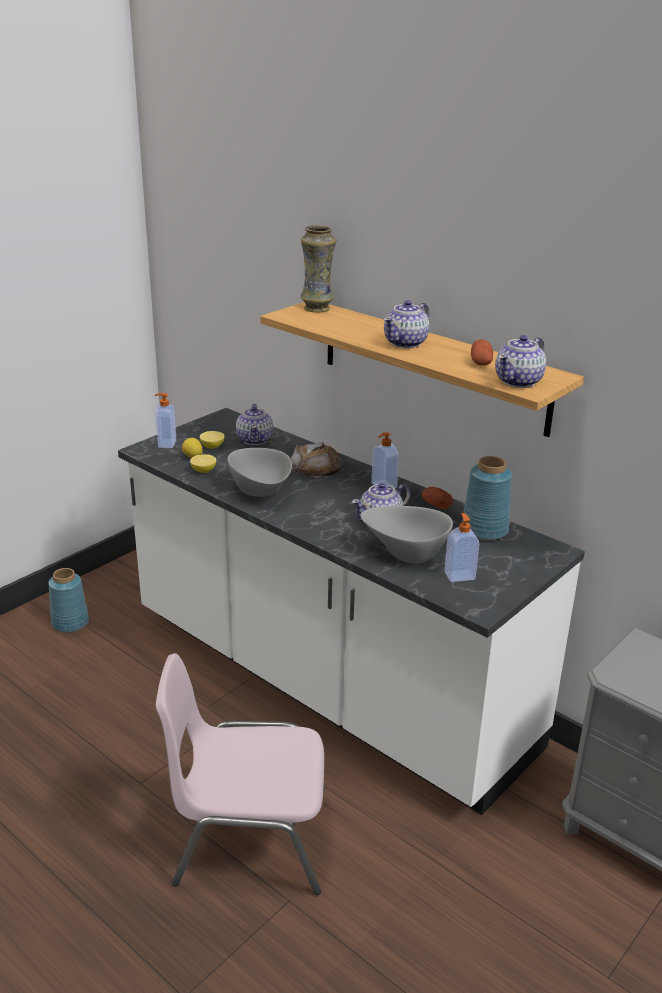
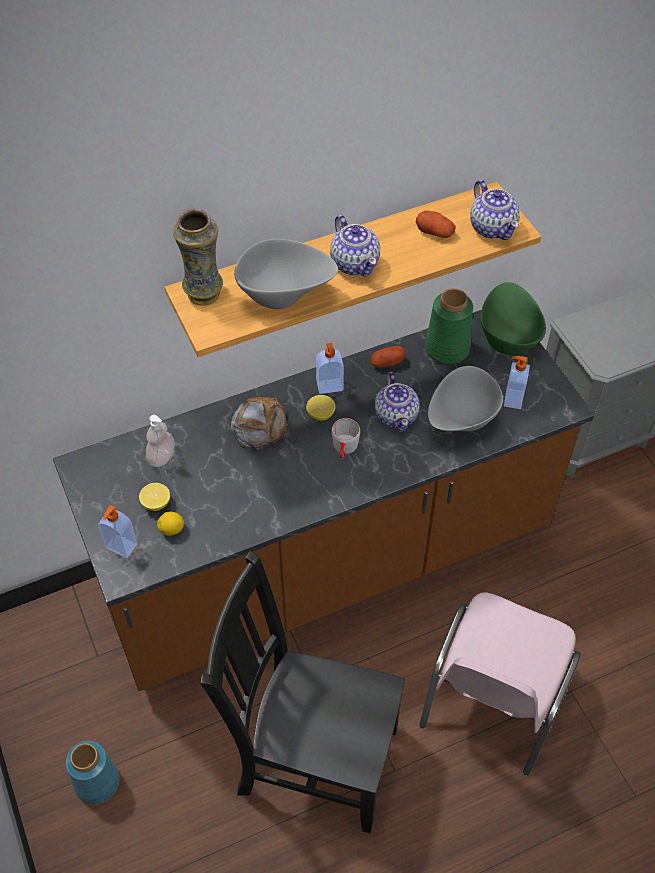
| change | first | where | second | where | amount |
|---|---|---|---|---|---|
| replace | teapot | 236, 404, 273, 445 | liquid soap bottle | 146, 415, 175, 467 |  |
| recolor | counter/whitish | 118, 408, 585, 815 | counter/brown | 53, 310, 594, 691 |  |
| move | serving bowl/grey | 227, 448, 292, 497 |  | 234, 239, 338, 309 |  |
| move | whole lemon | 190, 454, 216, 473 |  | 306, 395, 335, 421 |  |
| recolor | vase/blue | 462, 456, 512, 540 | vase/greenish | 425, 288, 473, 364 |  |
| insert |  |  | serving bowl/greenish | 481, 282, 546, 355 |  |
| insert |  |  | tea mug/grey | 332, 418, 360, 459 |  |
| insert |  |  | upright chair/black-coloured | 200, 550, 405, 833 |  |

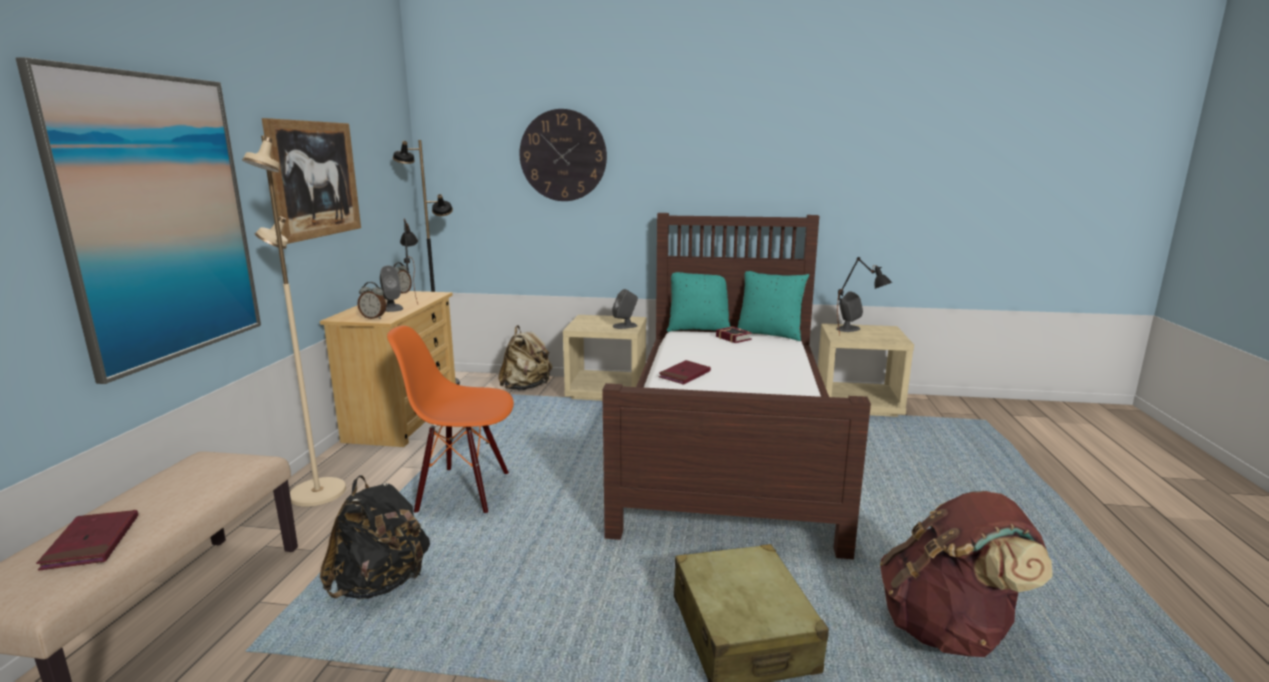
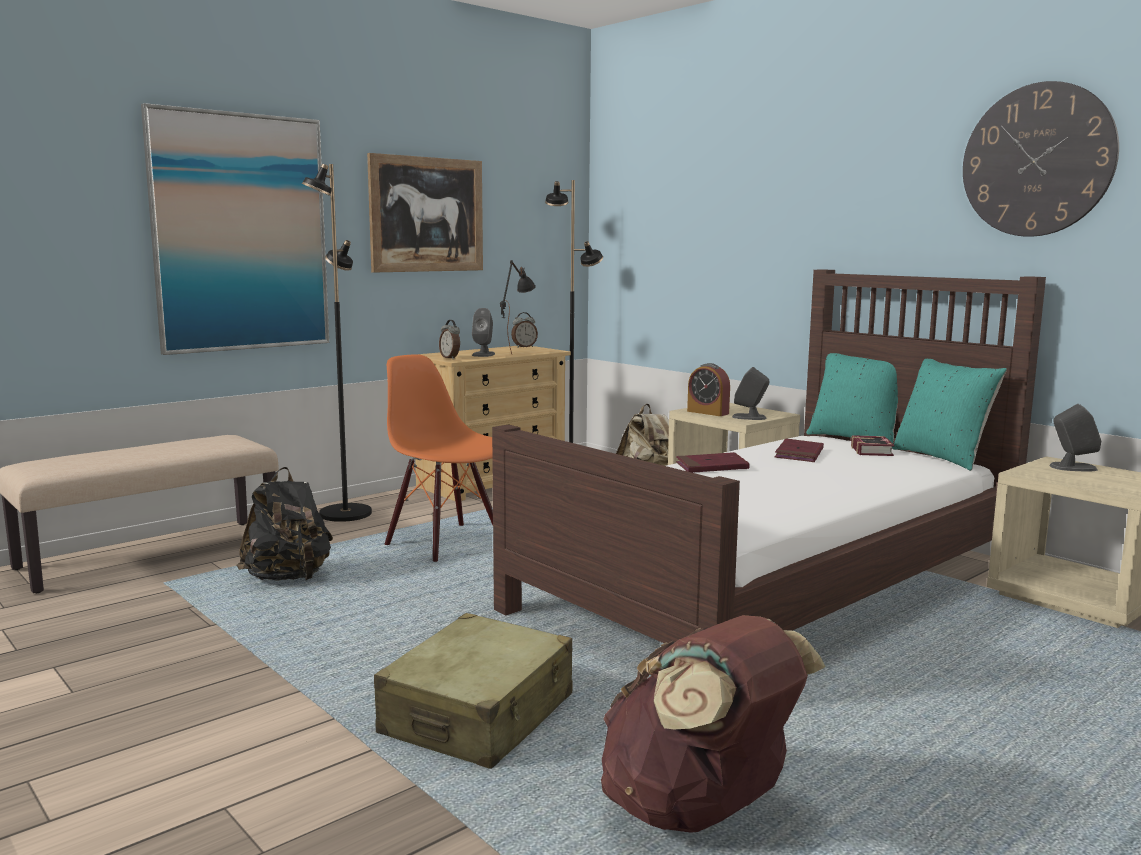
| change | first | where | second | where | amount |
|---|---|---|---|---|---|
| move | clock on the wall | 519, 109, 607, 201 |  | 963, 81, 1119, 237 |  |
| recolor | floor lamp/beige-coloured | 242, 136, 346, 507 | floor lamp/black-coloured | 301, 164, 372, 522 |  |
| delete | lamp for a table/black-coloured | 837, 257, 892, 336 |  |  |  |
| move | bound book/reddish | 36, 510, 138, 571 |  | 775, 439, 824, 462 |  |
| insert |  |  | bedside clock | 687, 363, 730, 416 |  |

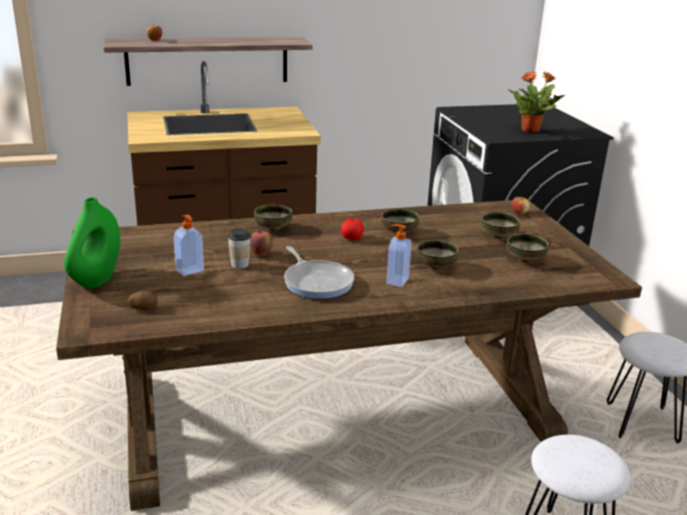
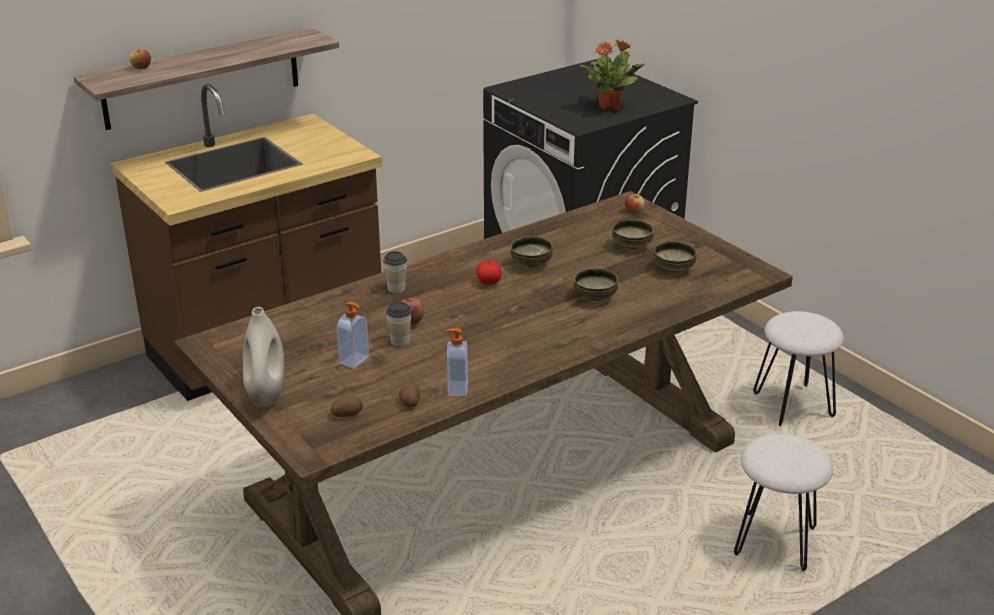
| change | first | where | second | where | amount |
|---|---|---|---|---|---|
| recolor | vase/greenish | 64, 197, 120, 288 | vase/whitish | 243, 307, 284, 407 |  |
| replace | serving bowl | 254, 205, 292, 231 | cup | 383, 251, 407, 293 |  |
| move | liquid soap bottle | 386, 224, 412, 287 |  | 445, 328, 468, 396 |  |
| delete | frying pan | 284, 246, 354, 299 |  |  |  |
| insert |  |  | whole potato | 399, 382, 420, 407 |  |

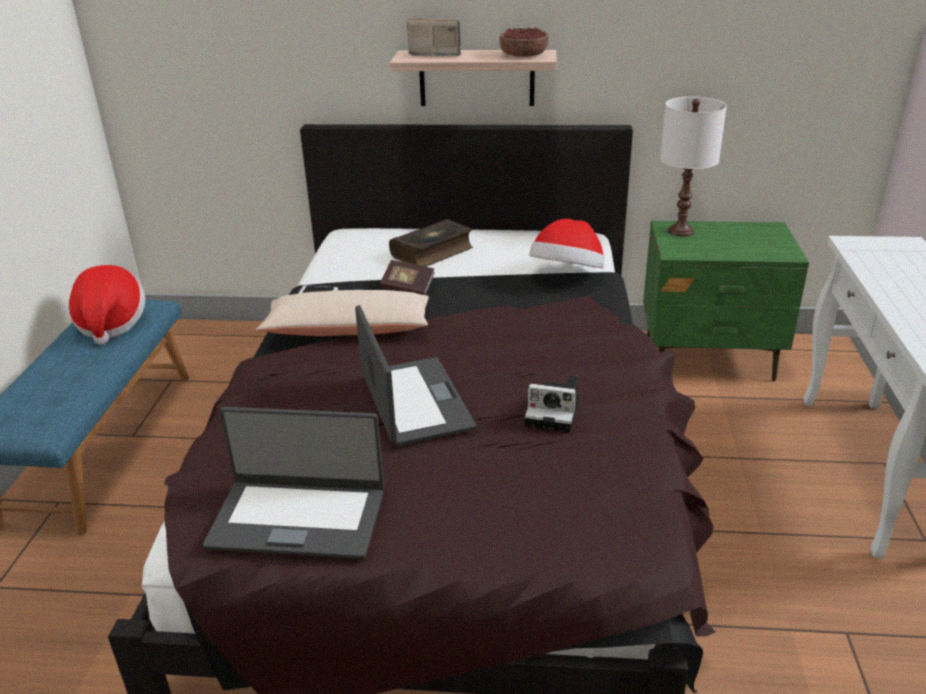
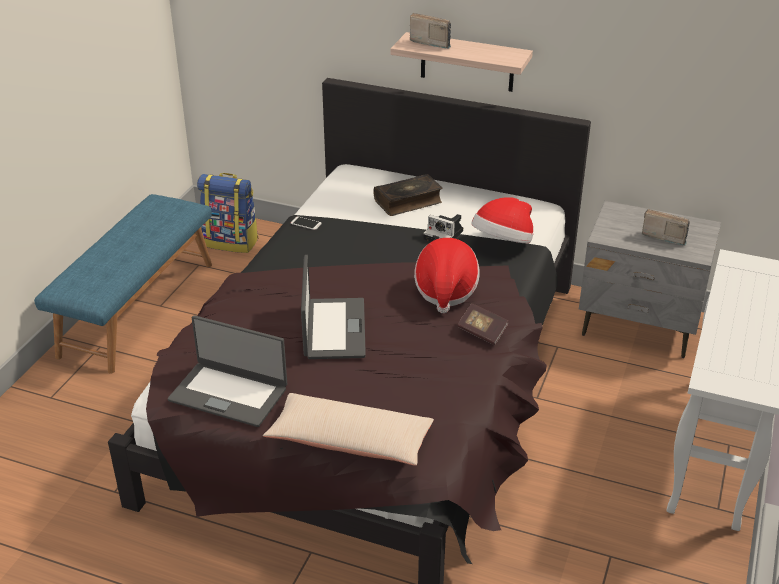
| change | first | where | second | where | amount |
|---|---|---|---|---|---|
| delete | serving bowl | 500, 27, 548, 57 |  |  |  |
| delete | lamp for a table/whitish | 660, 97, 727, 236 |  |  |  |
| recolor | nightstand/greenish | 643, 221, 809, 381 | nightstand/grey | 579, 201, 721, 358 |  |
| move | bound book | 380, 260, 435, 295 |  | 457, 303, 509, 345 |  |
| move | wearable hat | 68, 265, 145, 344 |  | 414, 238, 480, 313 |  |
| move | throw pillow/beige-coloured | 256, 290, 429, 336 |  | 263, 393, 434, 466 |  |
| move | photo camera | 525, 375, 579, 433 |  | 423, 214, 463, 242 |  |
| insert |  |  | backpack | 197, 173, 259, 253 |  |
| insert |  |  | radio receiver | 642, 209, 690, 246 |  |

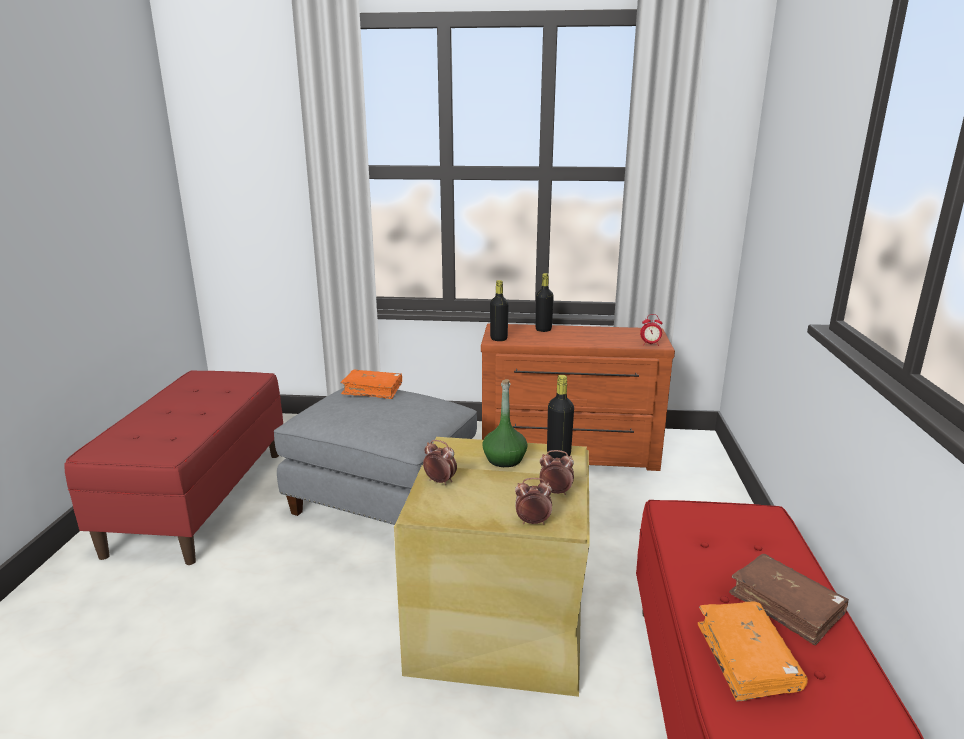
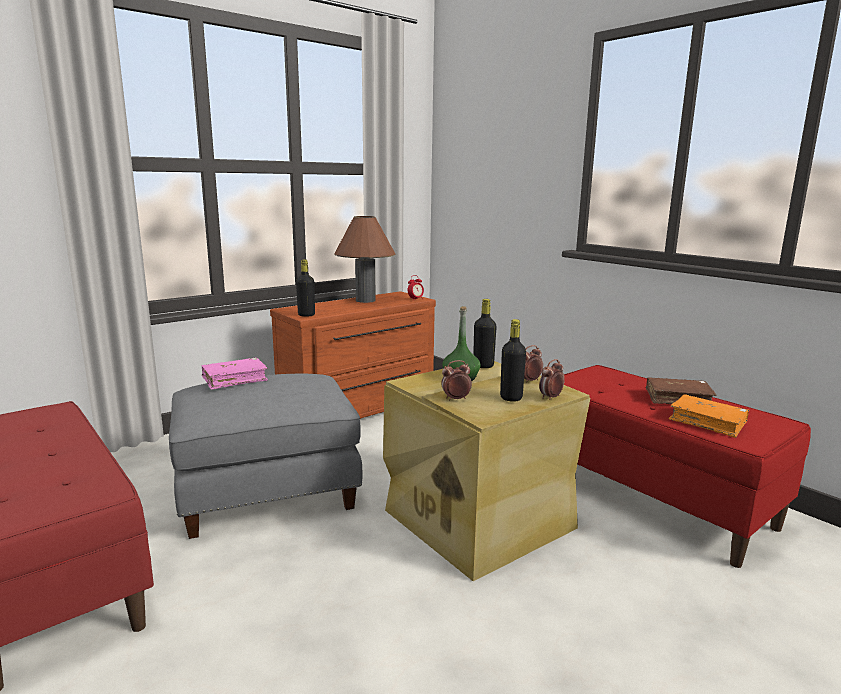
| change | first | where | second | where | amount |
|---|---|---|---|---|---|
| move | drink bottle/black-coloured | 536, 273, 554, 332 |  | 500, 319, 526, 402 |  |
| recolor | bound book/orange-coloured | 341, 370, 402, 399 | bound book/pink-coloured | 202, 357, 268, 390 |  |
| insert |  |  | lamp for a table/brown | 335, 216, 395, 303 |  |

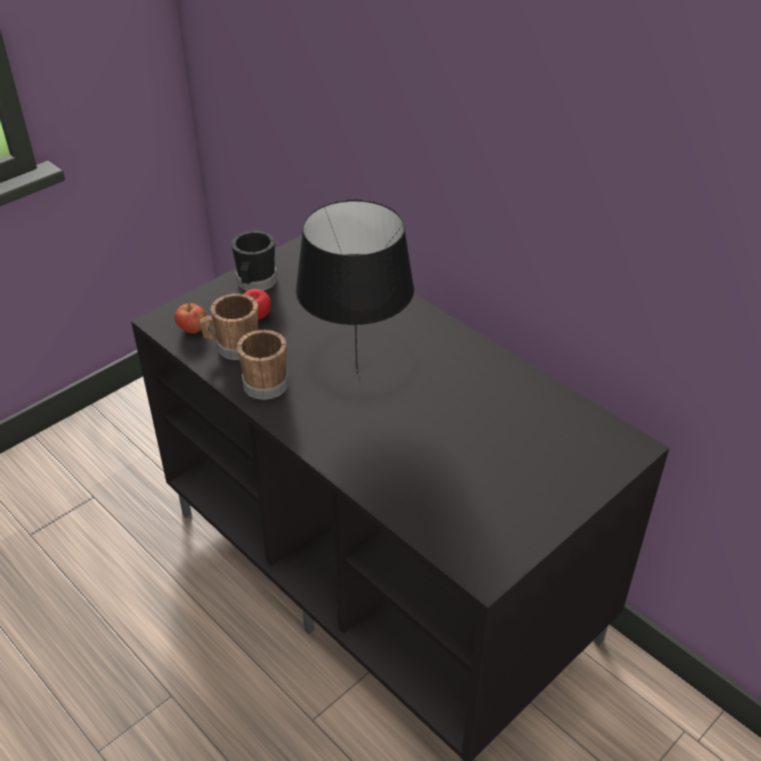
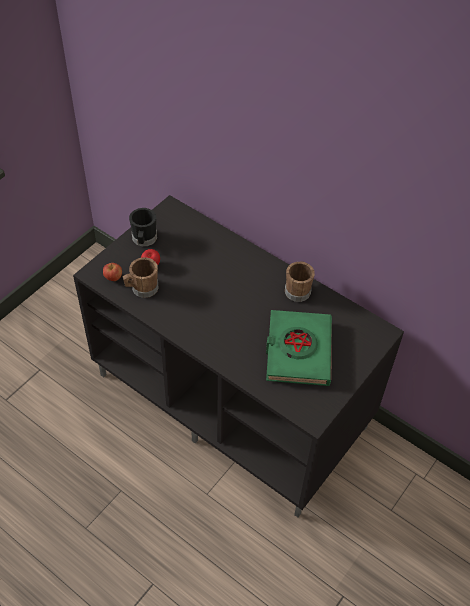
| change | first | where | second | where | amount |
|---|---|---|---|---|---|
| delete | lamp for a table/black-coloured | 296, 200, 414, 370 |  |  |  |
| move | tea mug/brown | 237, 330, 289, 400 |  | 285, 261, 315, 302 |  |
| insert |  |  | bound book/greenish | 266, 310, 332, 386 |  |

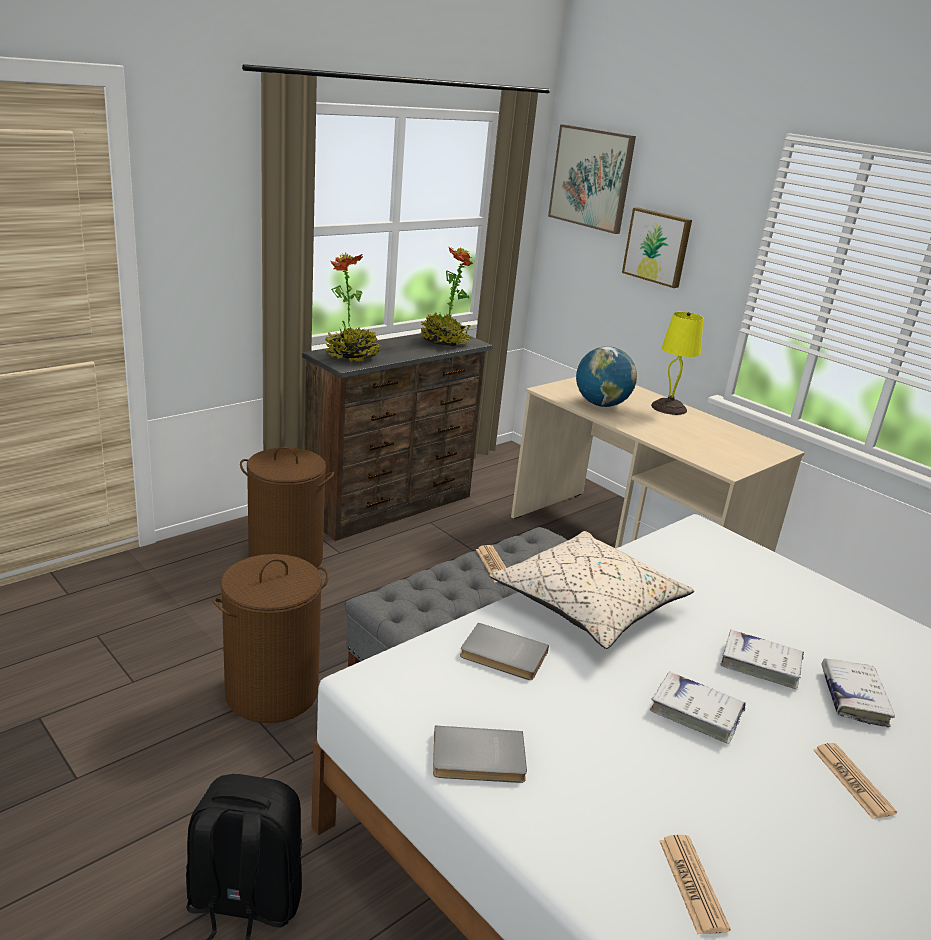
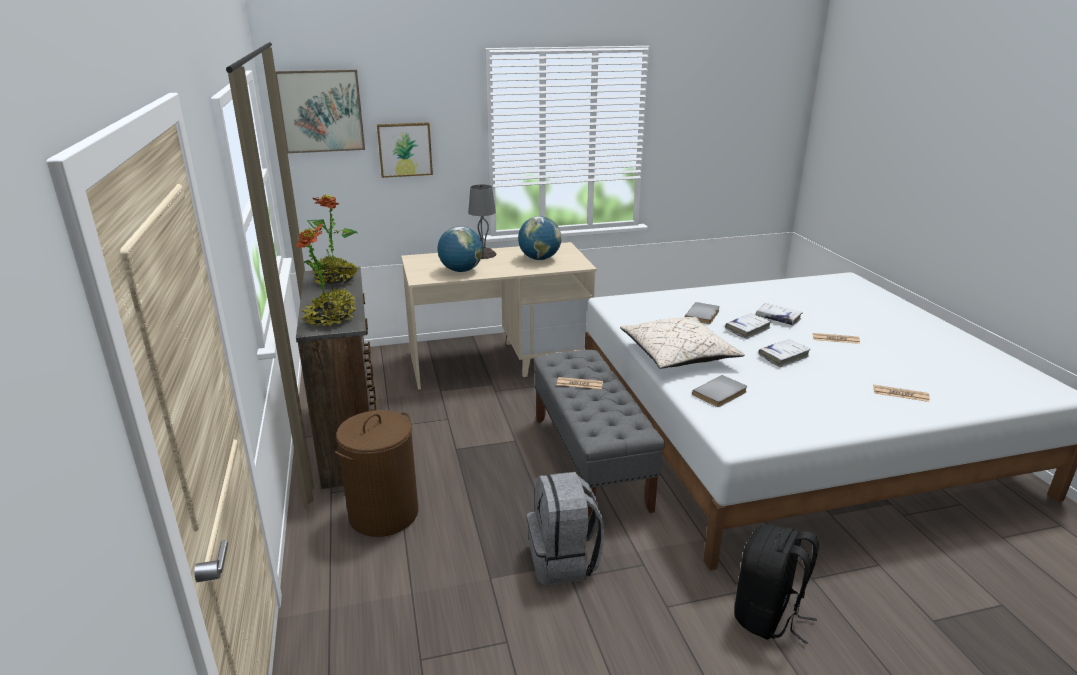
| change | first | where | second | where | amount |
|---|---|---|---|---|---|
| recolor | lamp for a table/yellowish | 651, 312, 704, 415 | lamp for a table/grey | 468, 184, 496, 259 |  |
| replace | hamper/brown | 212, 554, 329, 723 | backpack/grey | 527, 472, 604, 585 |  |
| move | bound book/grey | 433, 726, 527, 783 |  | 685, 302, 720, 324 |  |
| insert |  |  | desk globe | 518, 216, 562, 260 |  |

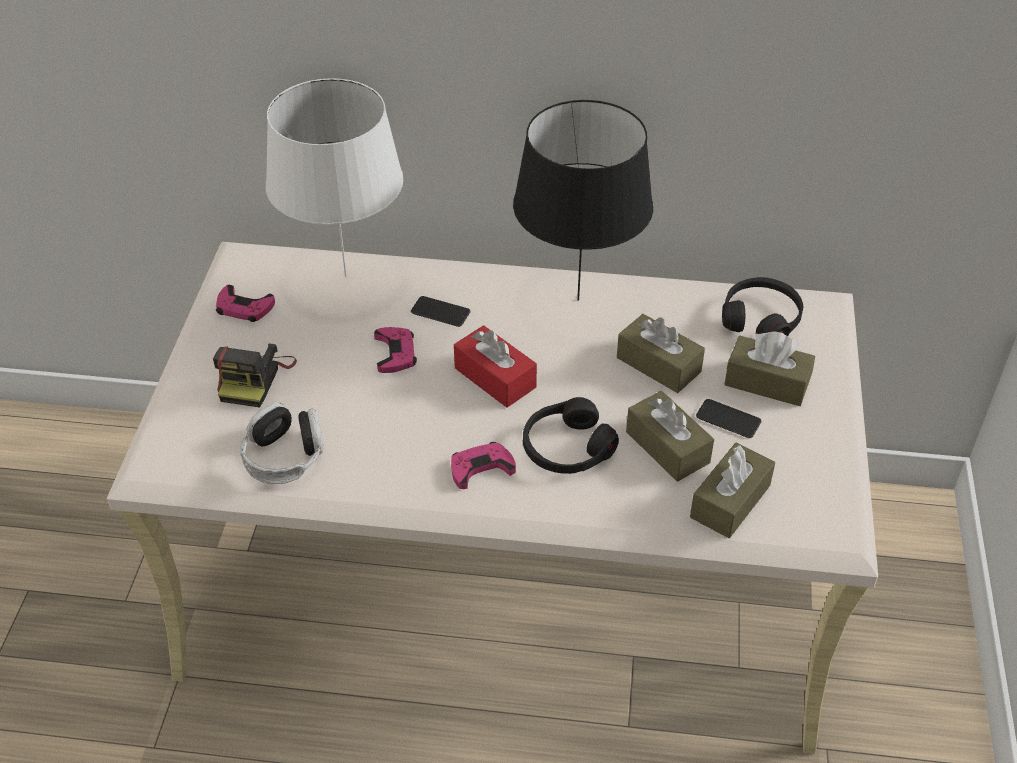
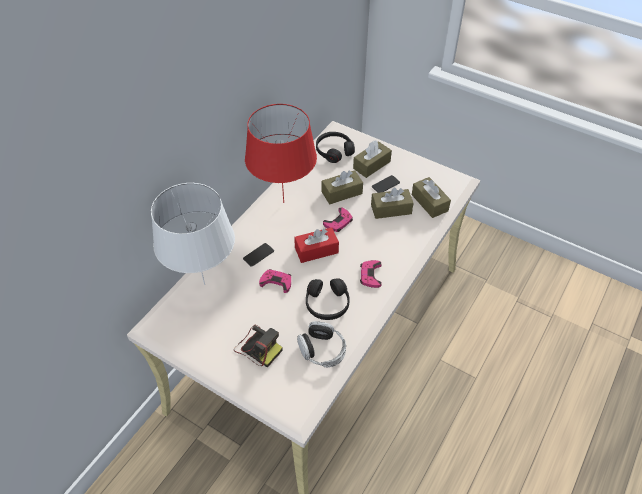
| change | first | where | second | where | amount |
|---|---|---|---|---|---|
| recolor | lamp for a table/black-coloured | 513, 100, 653, 301 | lamp for a table/reddish | 245, 104, 317, 203 |  |
| move | gamepad/pink-coloured | 216, 285, 275, 322 |  | 323, 207, 353, 232 |  |
| move | headphones/black-coloured | 523, 397, 619, 474 |  | 306, 278, 350, 320 |  |

